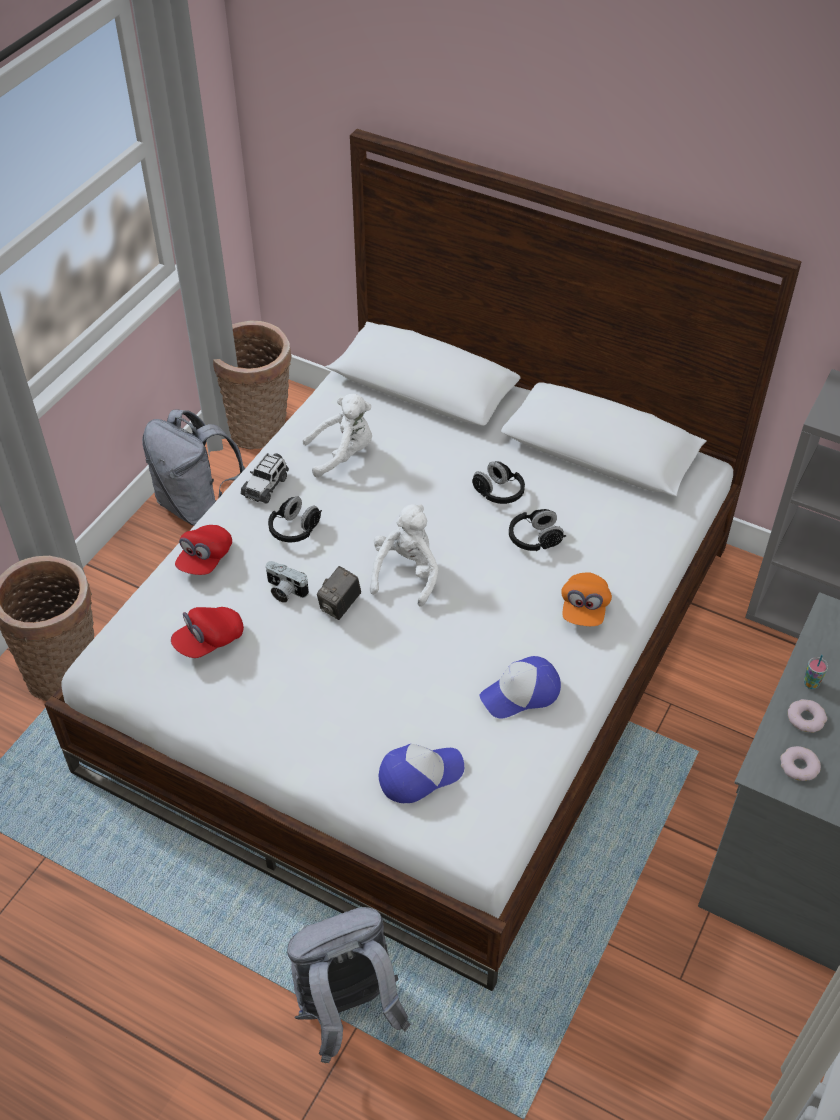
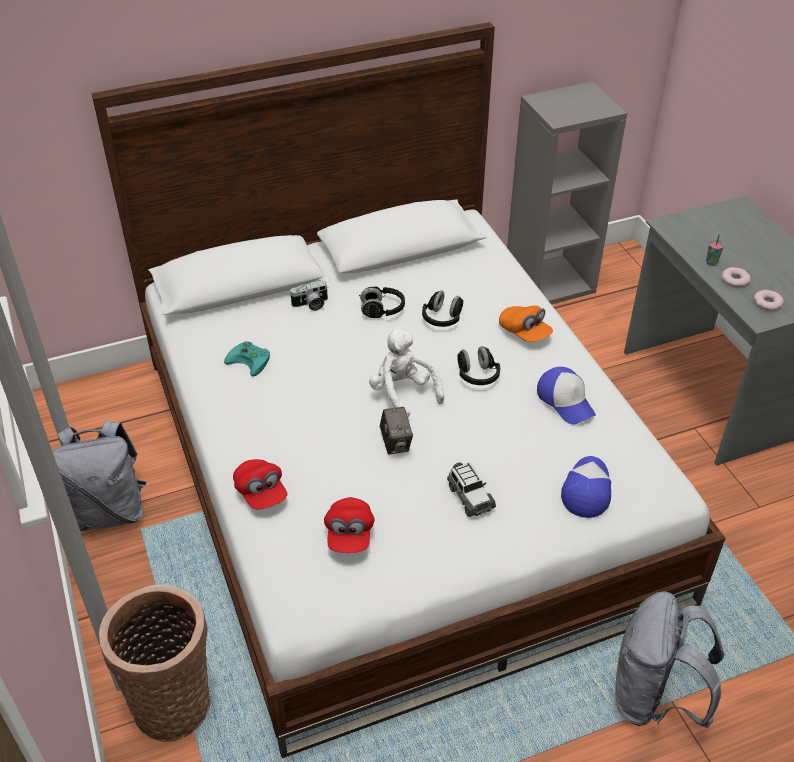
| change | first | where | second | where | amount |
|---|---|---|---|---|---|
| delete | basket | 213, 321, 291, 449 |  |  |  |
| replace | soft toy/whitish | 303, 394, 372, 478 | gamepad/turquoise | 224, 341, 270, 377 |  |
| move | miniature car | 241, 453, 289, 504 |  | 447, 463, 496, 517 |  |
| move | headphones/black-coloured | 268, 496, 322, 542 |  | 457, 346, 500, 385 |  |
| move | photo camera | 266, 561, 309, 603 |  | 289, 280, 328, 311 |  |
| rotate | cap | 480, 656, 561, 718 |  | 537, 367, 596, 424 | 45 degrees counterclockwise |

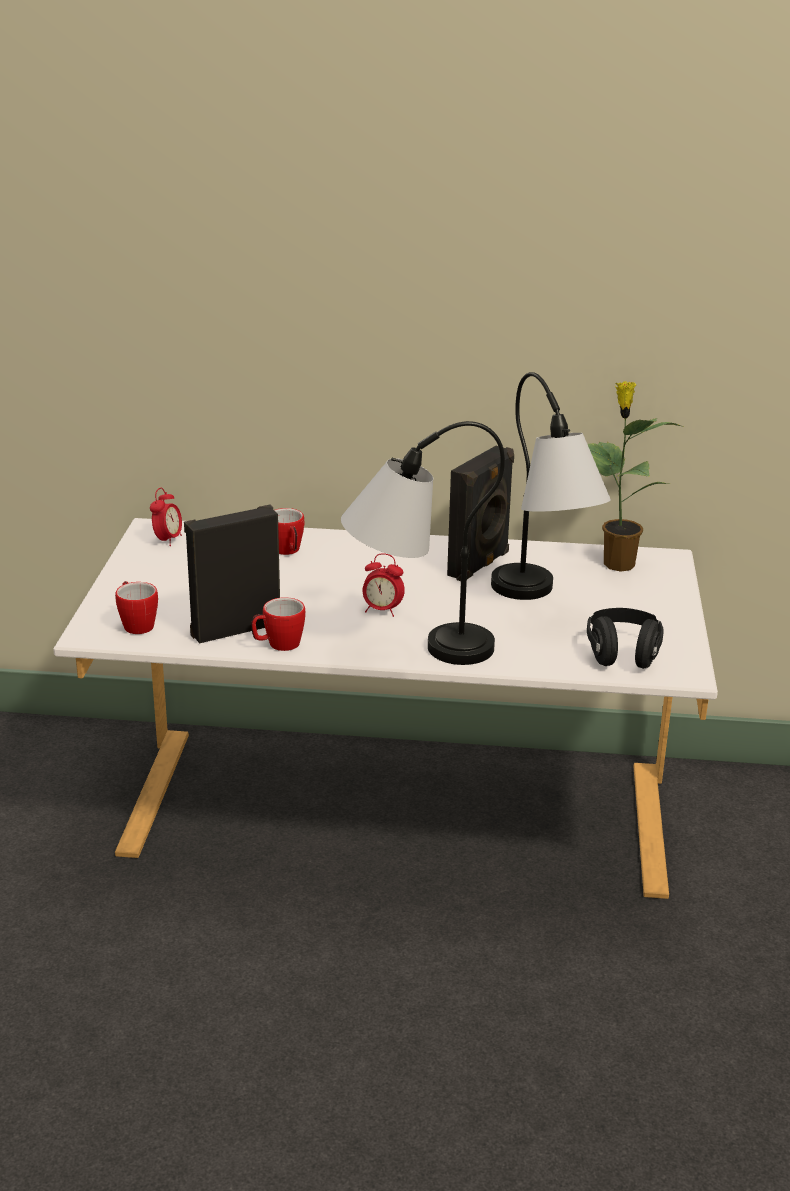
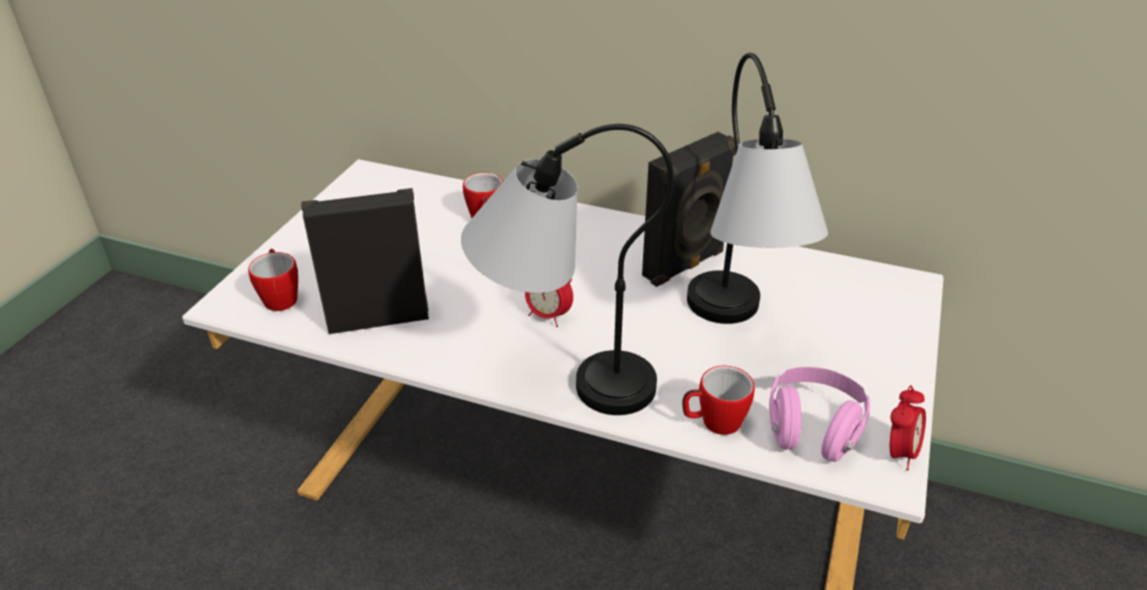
| change | first | where | second | where | amount |
|---|---|---|---|---|---|
| delete | houseplant | 588, 381, 681, 572 |  |  |  |
| move | bedside clock | 150, 488, 182, 546 |  | 890, 385, 926, 471 |  |
| move | tea mug | 251, 597, 305, 651 |  | 682, 365, 755, 435 |  |
| recolor | headphones/black-coloured | 587, 608, 664, 669 | headphones/pink-coloured | 769, 367, 870, 462 |  |

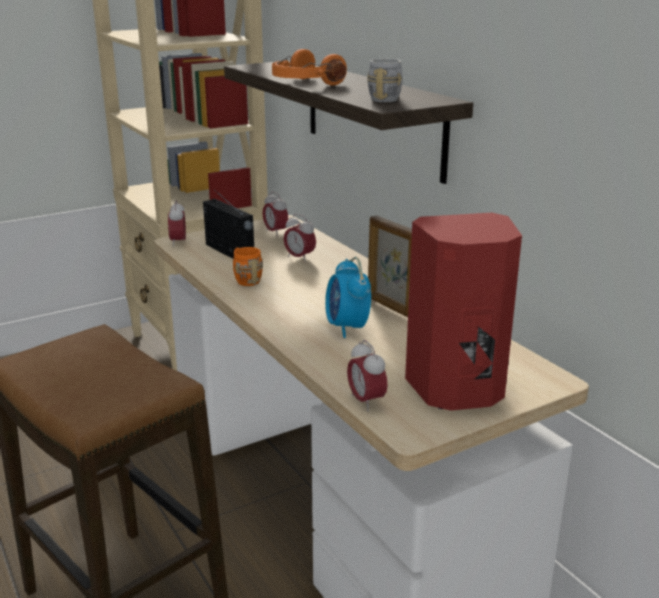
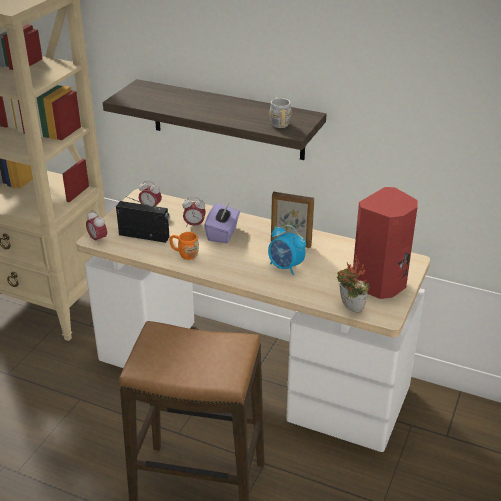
| change | first | where | second | where | amount |
|---|---|---|---|---|---|
| delete | headphones/orange-coloured | 272, 49, 347, 85 |  |  |  |
| replace | bedside clock | 347, 340, 387, 411 | houseplant | 337, 255, 370, 312 |  |
| insert |  |  | box of tissues/purplish | 204, 203, 240, 243 |  |

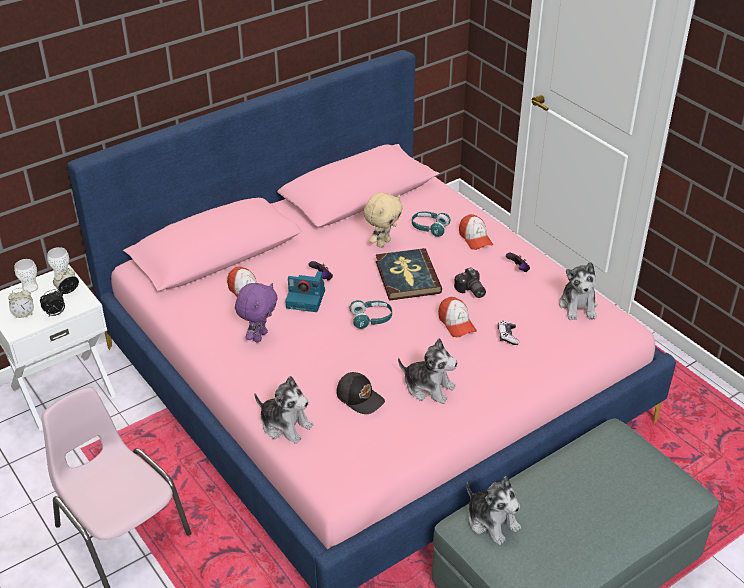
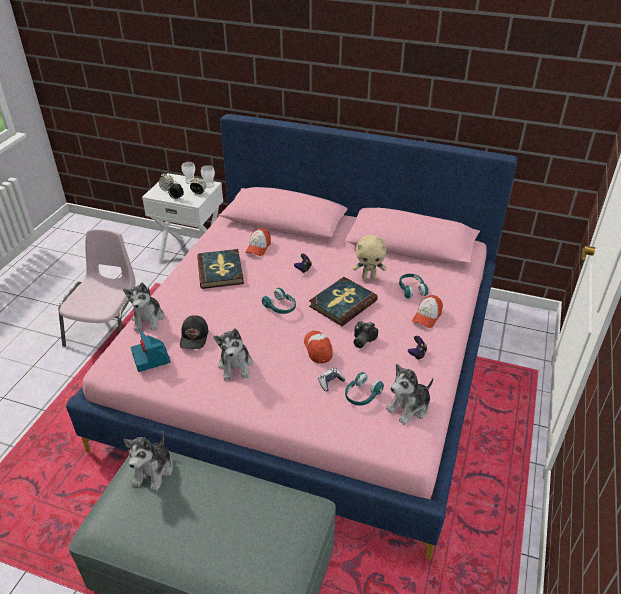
| change | first | where | second | where | amount |
|---|---|---|---|---|---|
| move | photo camera | 285, 271, 325, 312 |  | 131, 331, 170, 372 |  |
| replace | soft toy/purplish | 235, 283, 278, 342 | bound book | 197, 249, 244, 289 |  |
| rotate | cap | 438, 297, 477, 337 |  | 304, 331, 333, 364 | 135 degrees clockwise |
| insert |  |  | headphones/turquoise | 345, 372, 384, 406 |  |

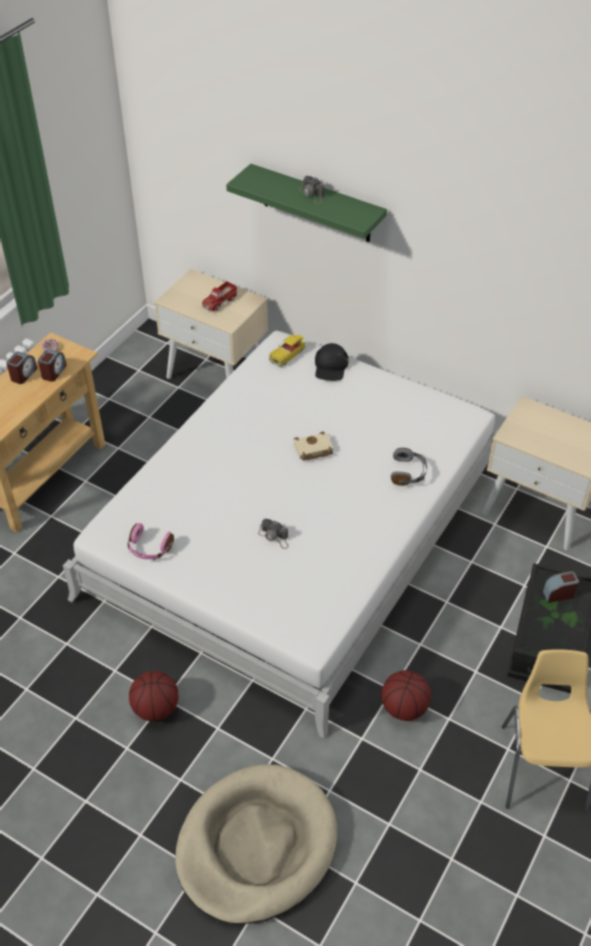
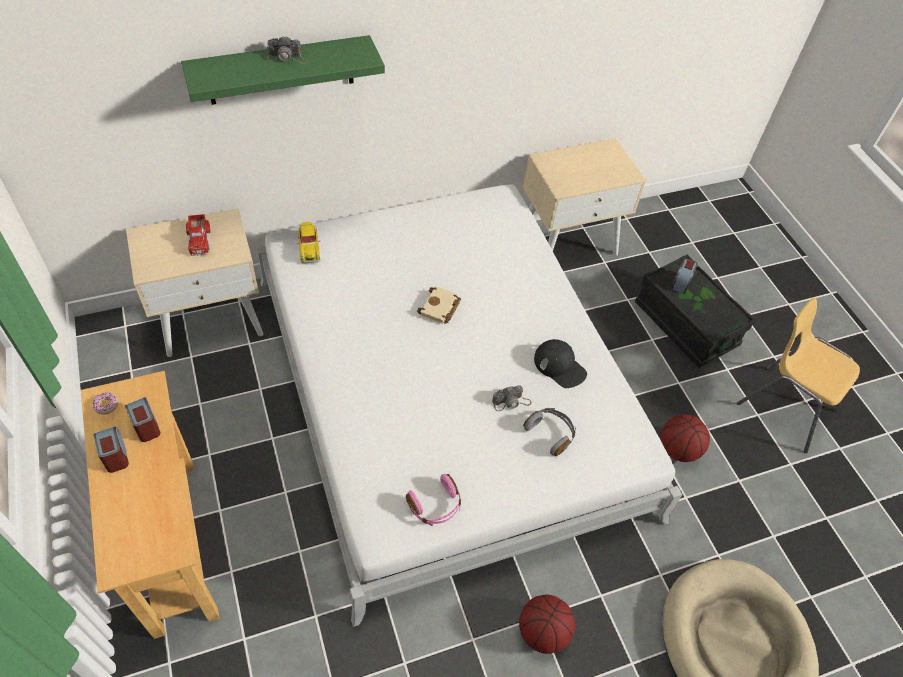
| change | first | where | second | where | amount |
|---|---|---|---|---|---|
| move | cap/black-coloured | 315, 343, 349, 381 |  | 534, 339, 587, 388 |  |
| move | headphones/grey | 391, 448, 427, 486 |  | 523, 408, 576, 456 |  |

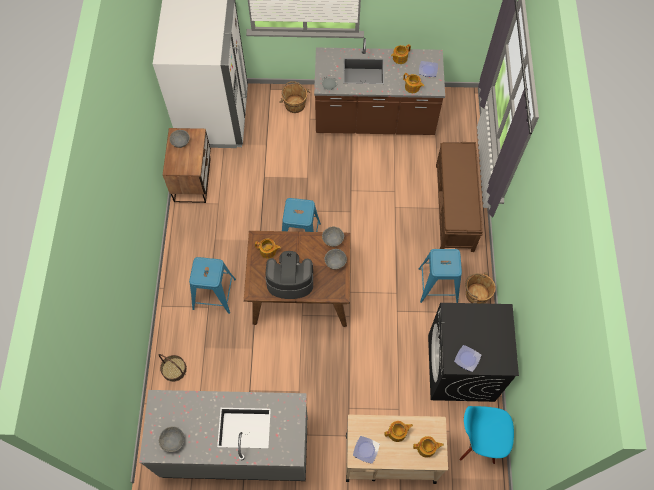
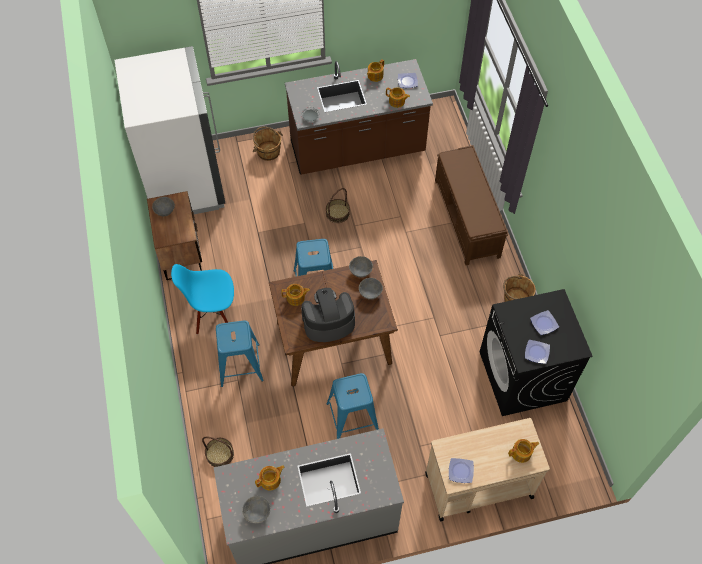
| change | first | where | second | where | amount |
|---|---|---|---|---|---|
| move | sitting stool/blue | 418, 249, 462, 303 |  | 326, 373, 379, 439 |  |
| move | upright chair/blue | 459, 406, 514, 464 |  | 171, 264, 234, 335 |  |
| move | teapot | 384, 421, 413, 442 |  | 255, 466, 284, 490 |  |
| insert |  |  | basket | 326, 188, 350, 223 |  |
| insert |  |  | flat dish | 530, 310, 559, 335 |  |

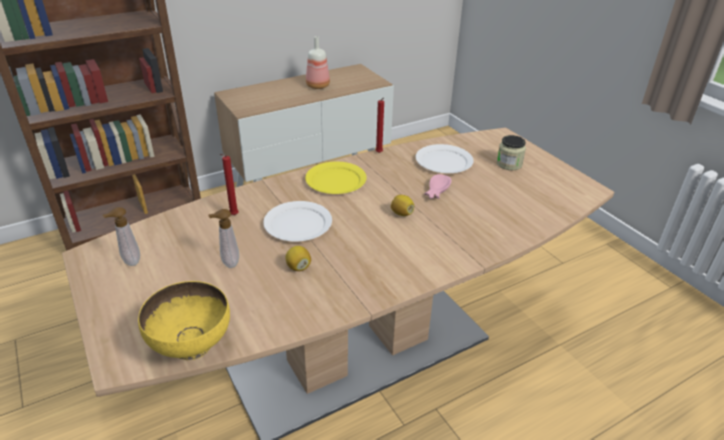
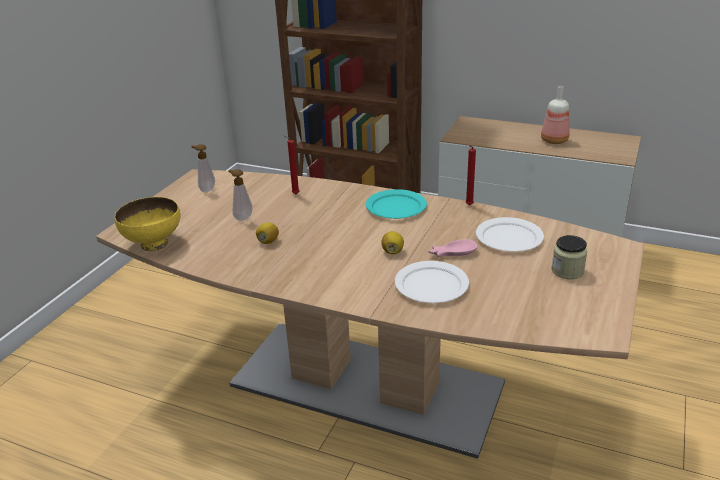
| change | first | where | second | where | amount |
|---|---|---|---|---|---|
| recolor | flat dish/yellowish | 305, 161, 367, 194 | flat dish/turquoise | 366, 189, 427, 219 |  |
| move | flat dish/whitish | 263, 201, 332, 242 |  | 395, 261, 469, 303 |  |

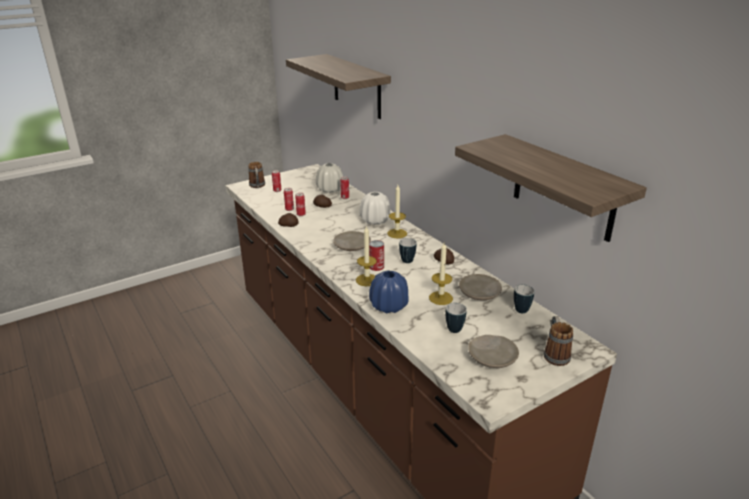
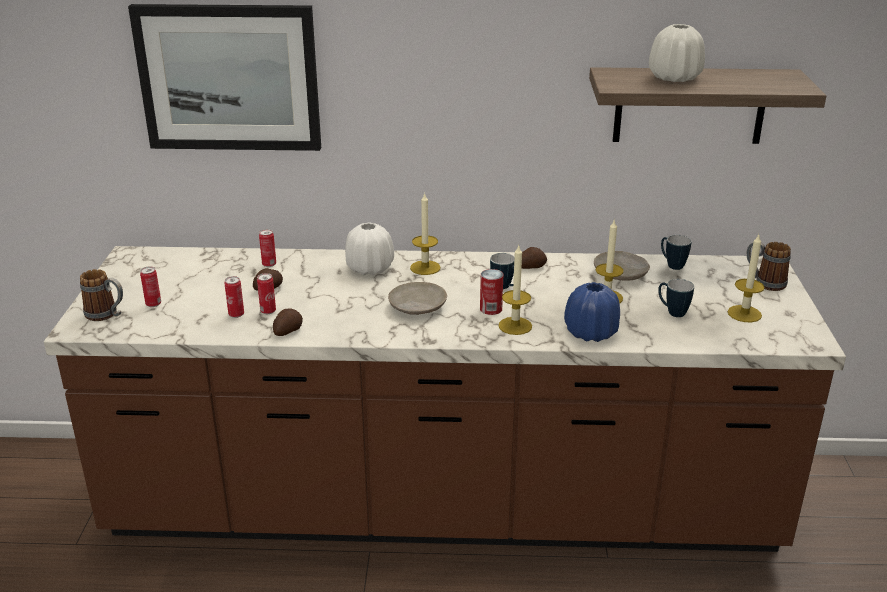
| change | first | where | second | where | amount |
|---|---|---|---|---|---|
| replace | bracket shelf | 286, 54, 391, 119 | wall art | 128, 4, 321, 151 |  |
| move | vase/whitish | 316, 163, 343, 193 |  | 649, 24, 705, 82 |  |
| replace | flat dish/beige-coloured | 468, 335, 519, 368 | candle | 728, 235, 765, 322 |  |

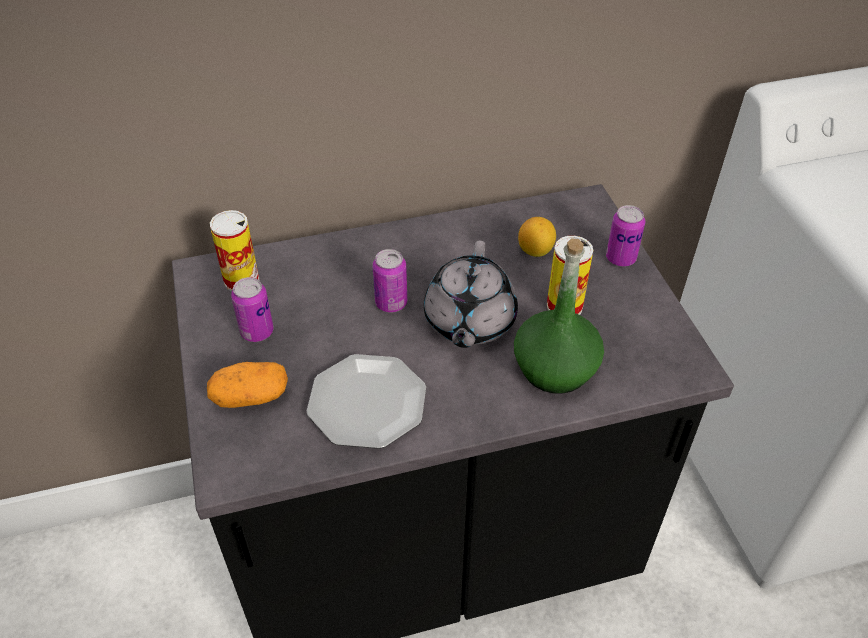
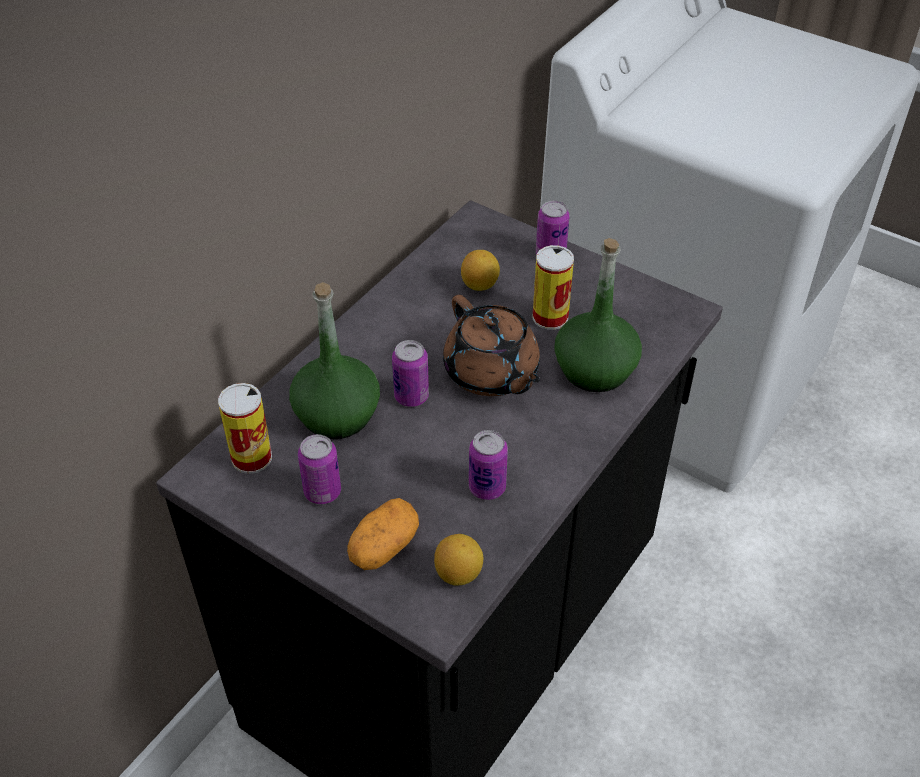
| change | first | where | second | where | amount |
|---|---|---|---|---|---|
| recolor | teapot/grey | 424, 241, 518, 348 | teapot/brown | 443, 295, 540, 396 |  |
| replace | flat dish | 307, 354, 426, 449 | can | 469, 430, 508, 500 |  |
| insert |  |  | drink bottle/greenish | 289, 282, 380, 439 |  |
| insert |  |  | whole lemon | 434, 534, 483, 585 |  |

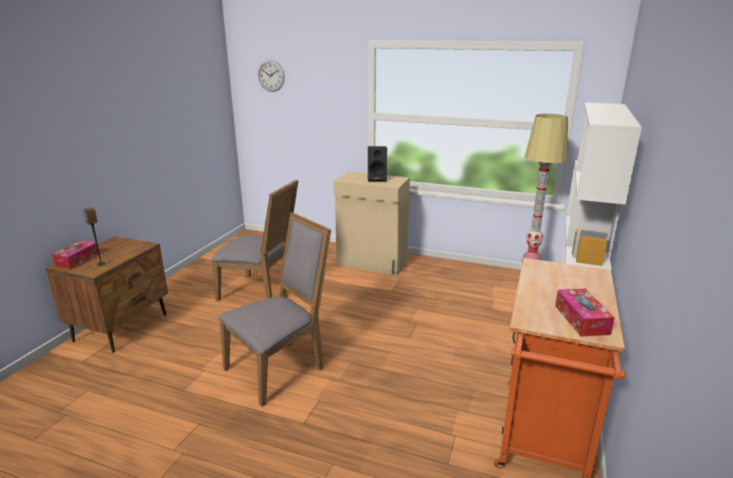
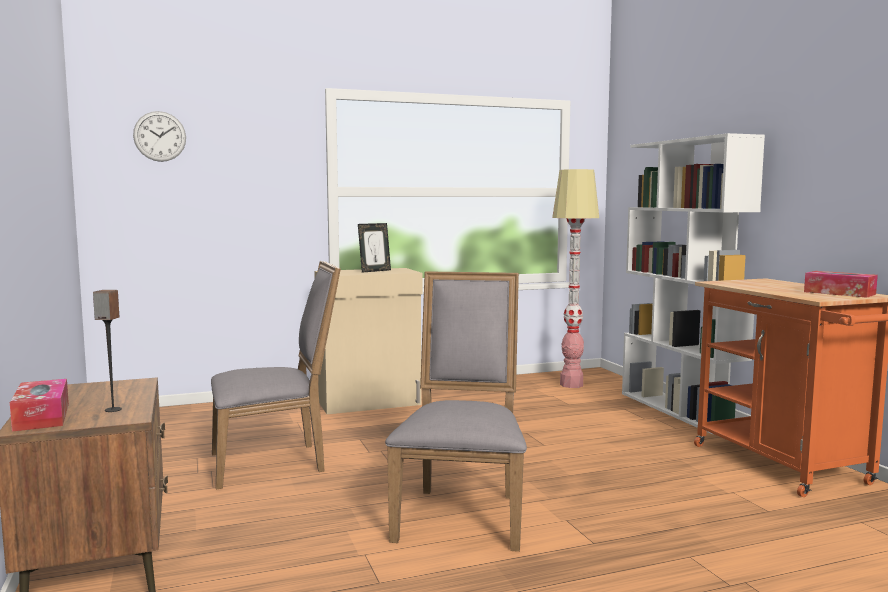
| change | first | where | second | where | amount |
|---|---|---|---|---|---|
| replace | loudspeaker/black-coloured | 368, 146, 387, 182 | picture frame | 358, 223, 391, 273 |  |

